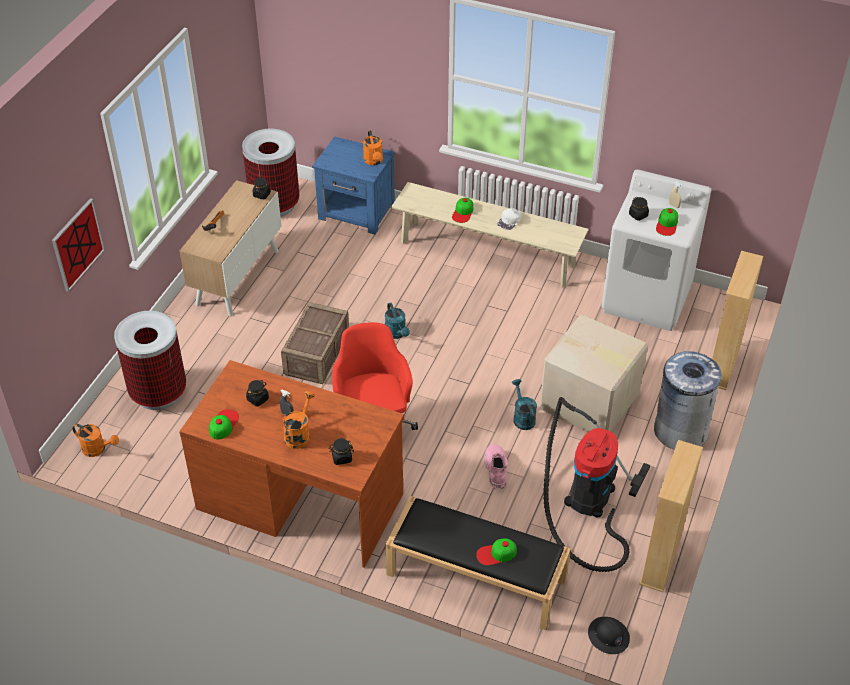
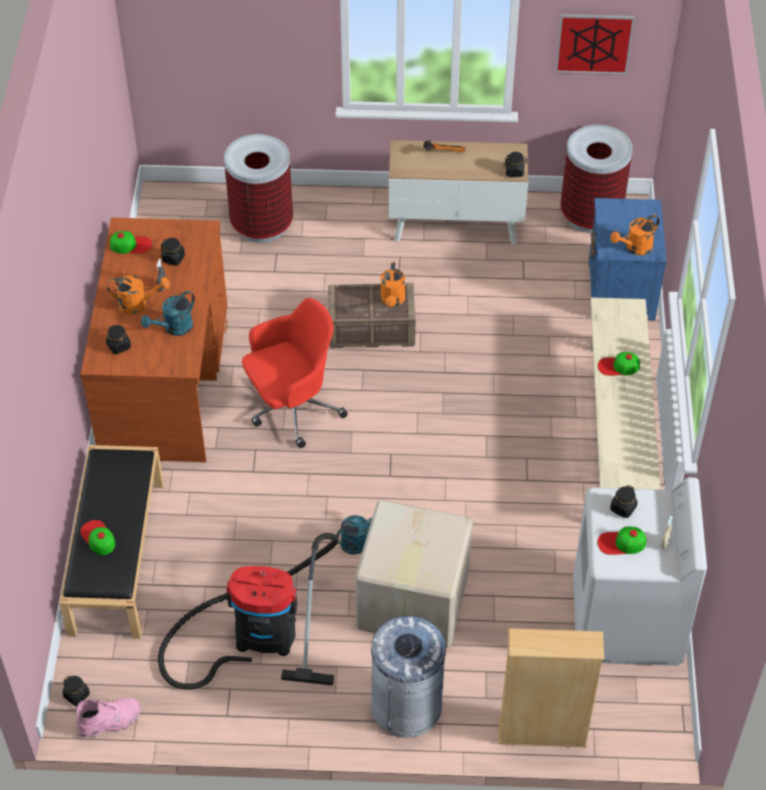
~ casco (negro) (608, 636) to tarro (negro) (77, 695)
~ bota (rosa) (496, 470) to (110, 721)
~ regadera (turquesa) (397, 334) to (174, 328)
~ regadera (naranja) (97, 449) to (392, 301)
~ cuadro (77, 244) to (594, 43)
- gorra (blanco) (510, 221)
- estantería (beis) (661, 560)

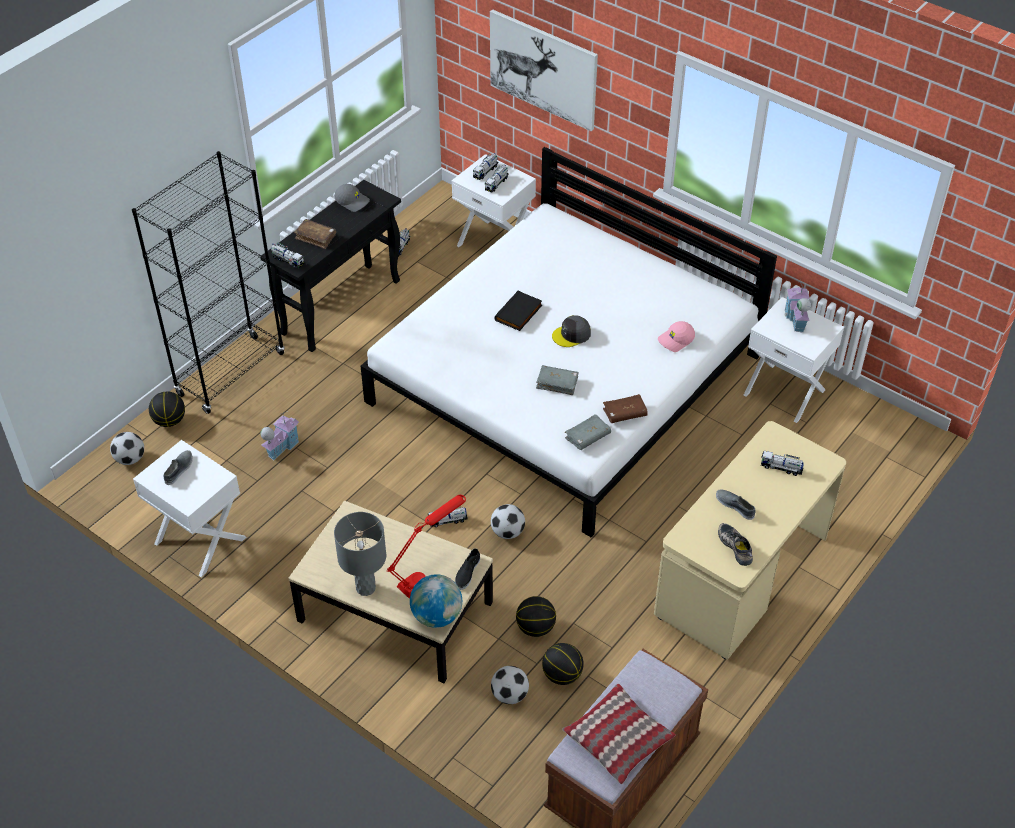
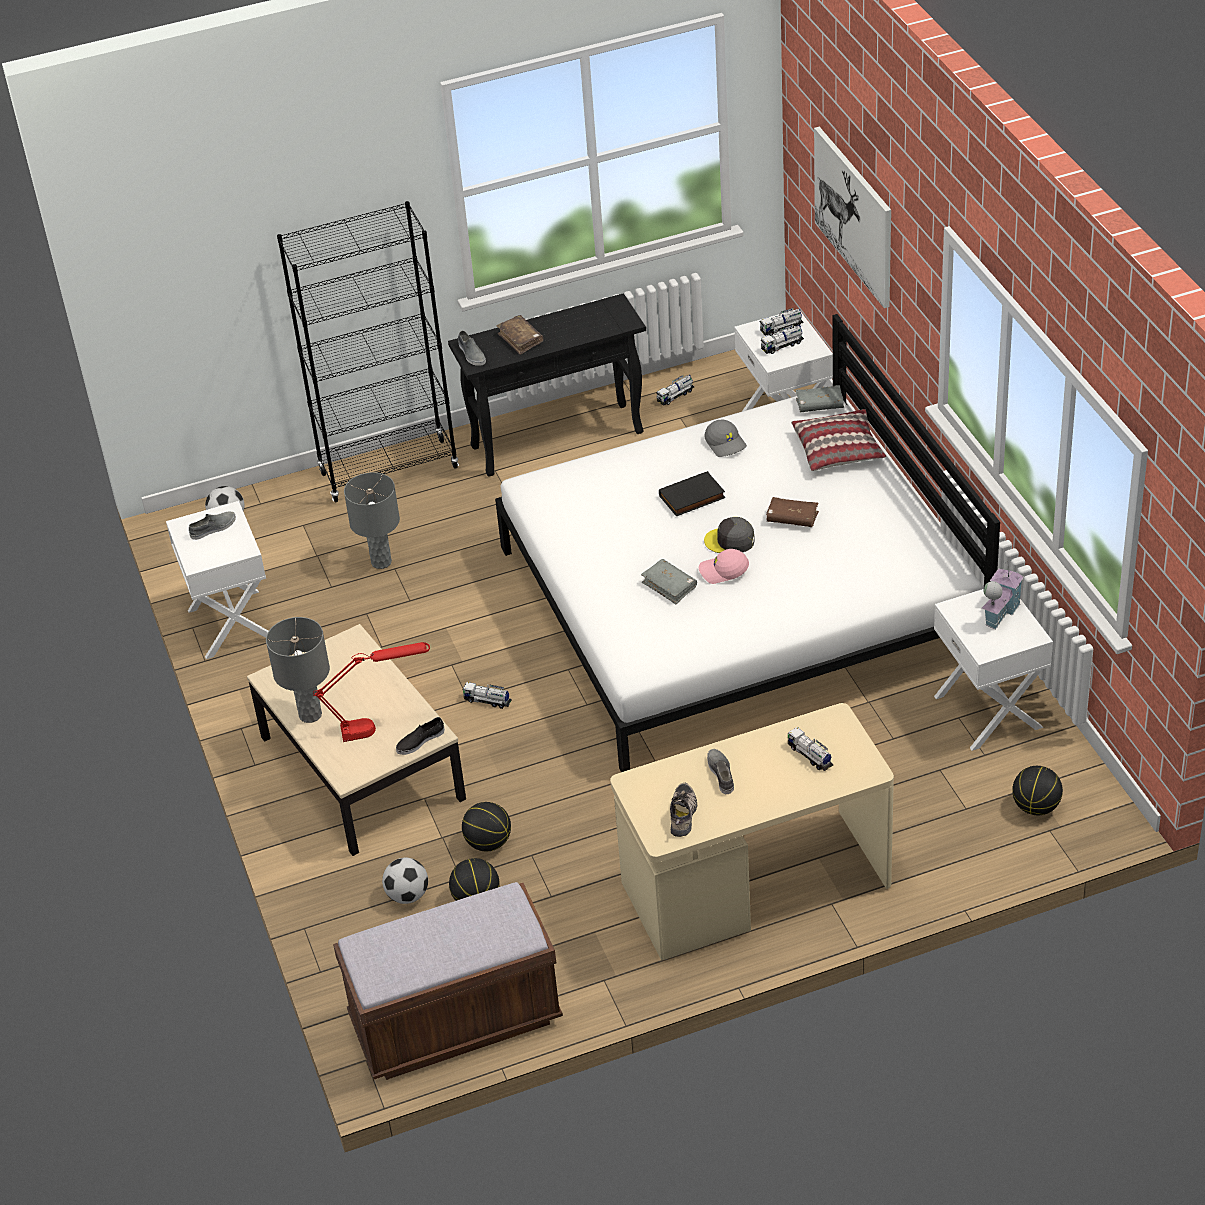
~ casita (281, 447) to lámpara de mesa (gris) (381, 562)
~ camión de juguete (287, 260) to zapato (gris) (471, 354)
~ gorra (rosa) (676, 340) to (723, 571)
~ gorra (gris) (352, 201) to (726, 443)
~ libro (marrón) (625, 413) to (792, 518)
~ cojín (618, 739) to (838, 449)
~ libro (gris) (587, 437) to (819, 405)
~ balón de baloncesto (169, 421) to (1035, 807)
- globo terráqueo (437, 616)
- balón de fútbol (507, 532)

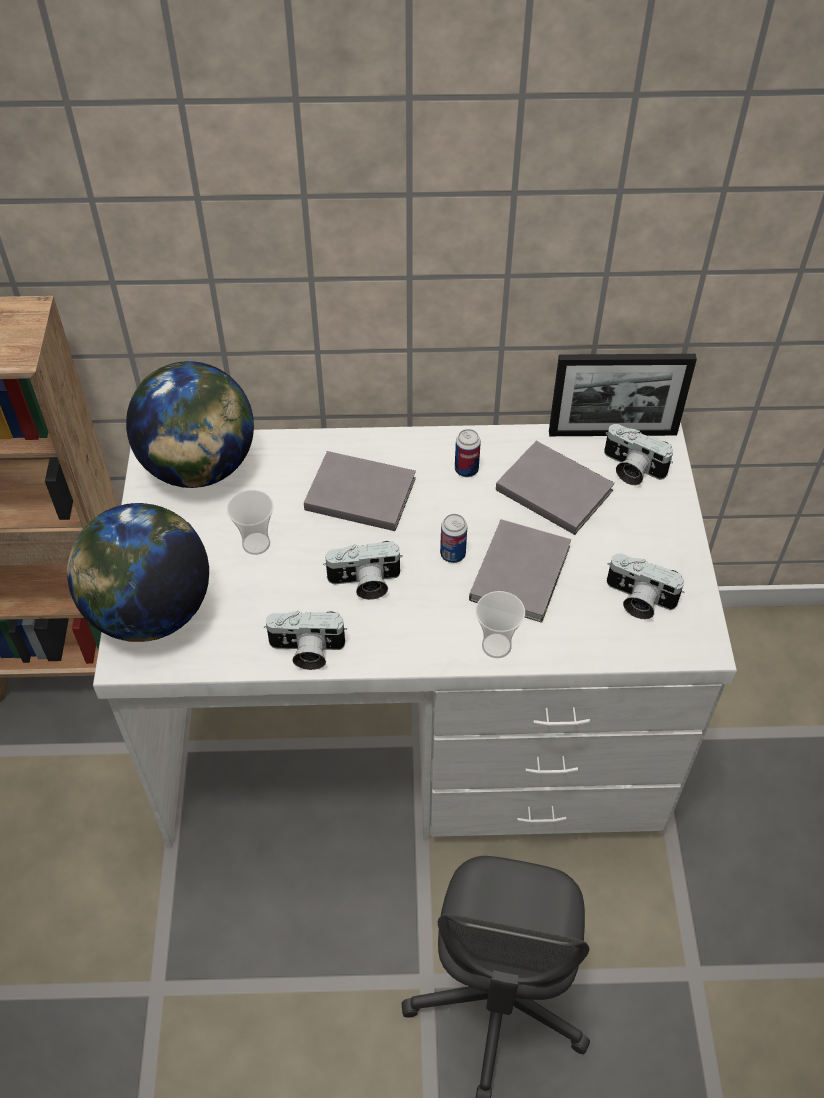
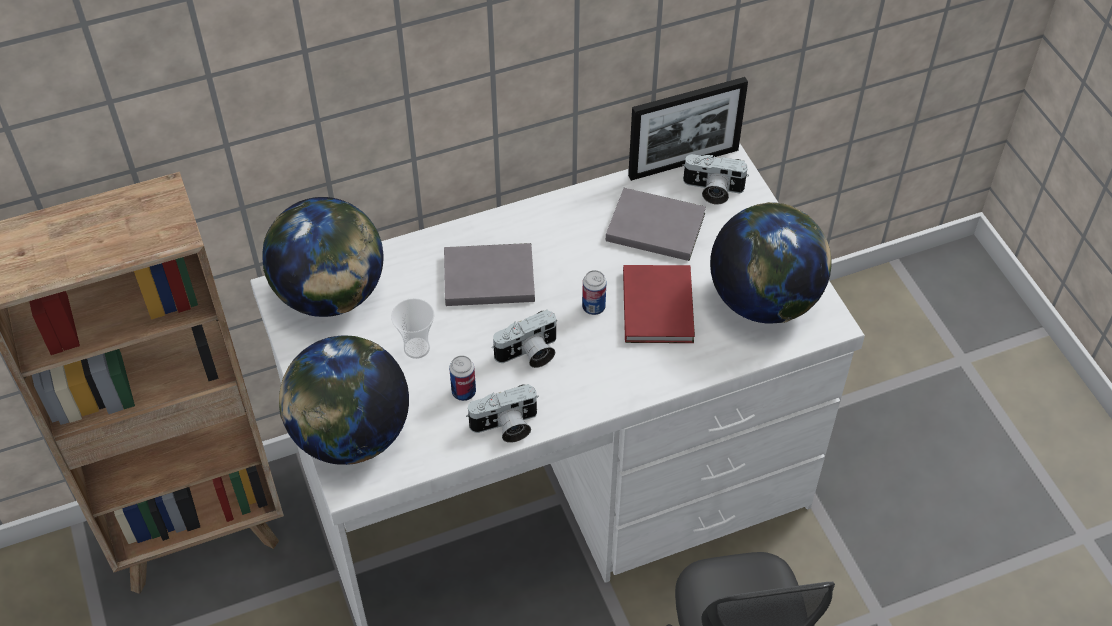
~ lata (466, 469) to (463, 392)
~ libro (gris) (522, 571) to libro (rojo) (659, 305)
~ cámara (638, 600) to globo terráqueo (764, 301)
- taza (496, 646)

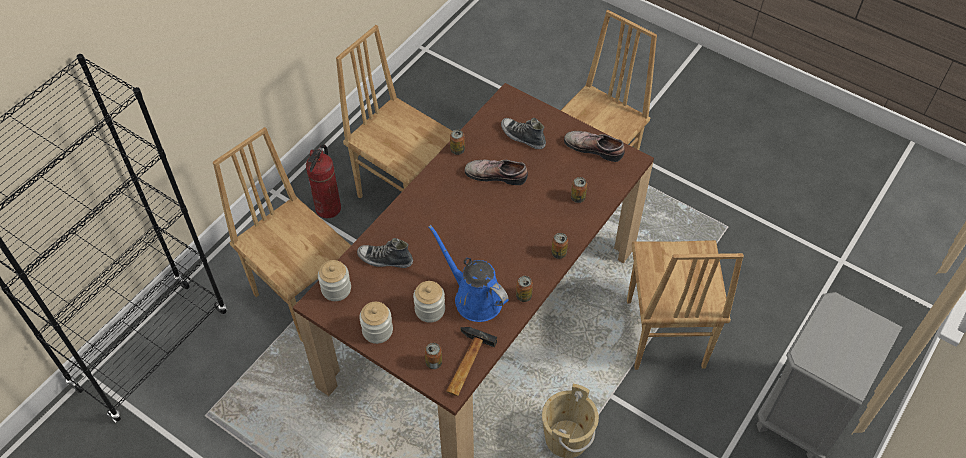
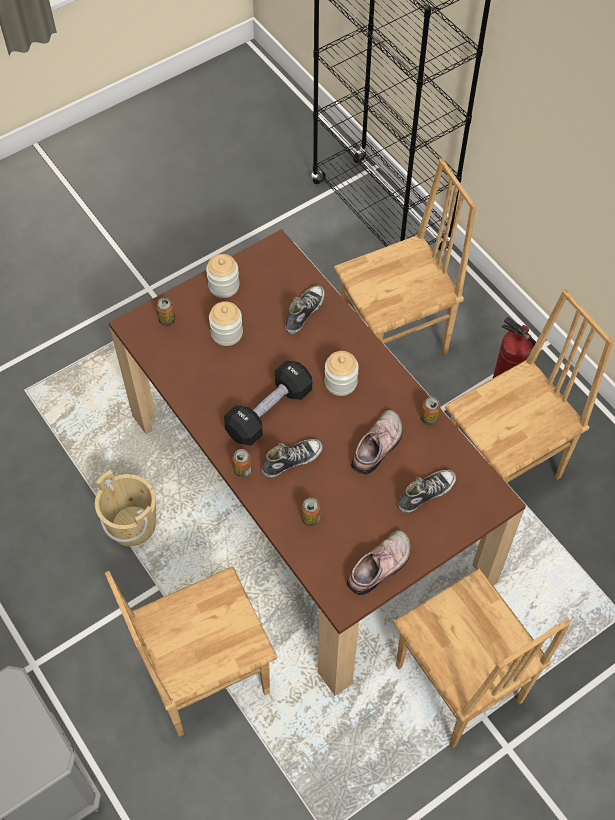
~ silla (marrón) (663, 334) = (205, 675) 45 degrees counterclockwise
+ mancuerna (negro) (269, 411)
+ zapato (292, 460)
~ tarro (336, 289) to (340, 382)
- regadera (azul) (474, 297)
- martillo (465, 364)
- lata (523, 296)

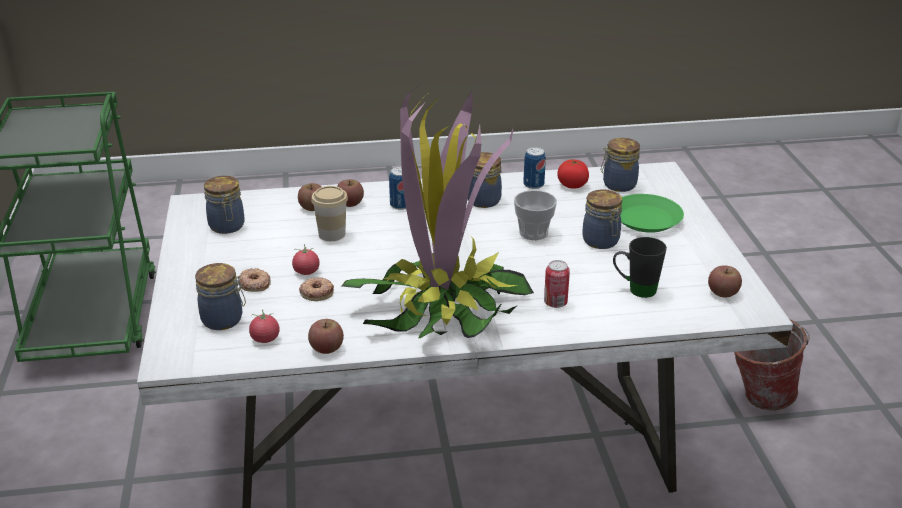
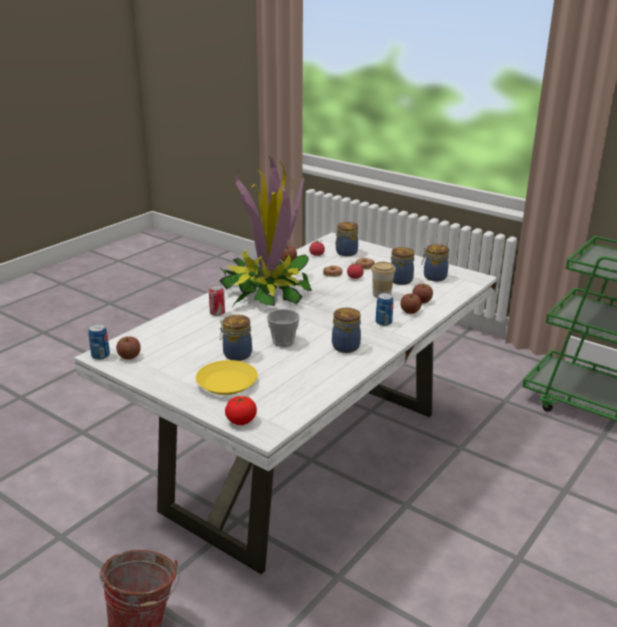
~ lata (533, 185) to (100, 356)
~ plato (verde) (647, 219) to plato (amarillo) (226, 383)
~ tomate (572, 185) to (241, 421)
~ tarro (618, 185) to (401, 280)
- taza grande (negro) (635, 289)

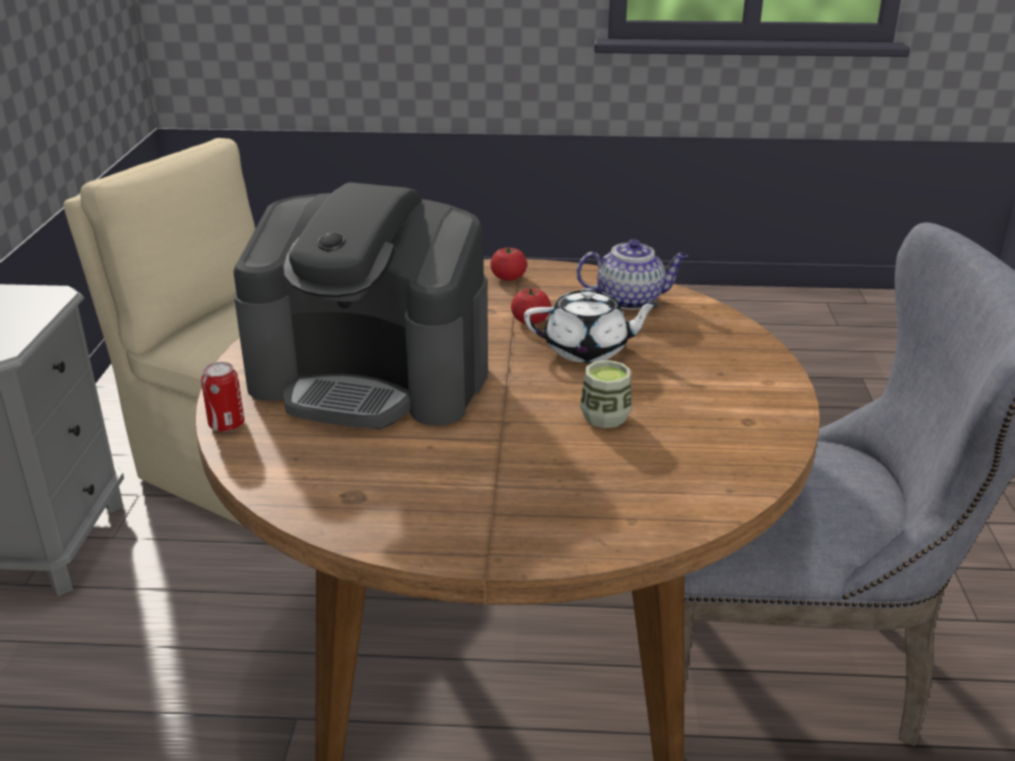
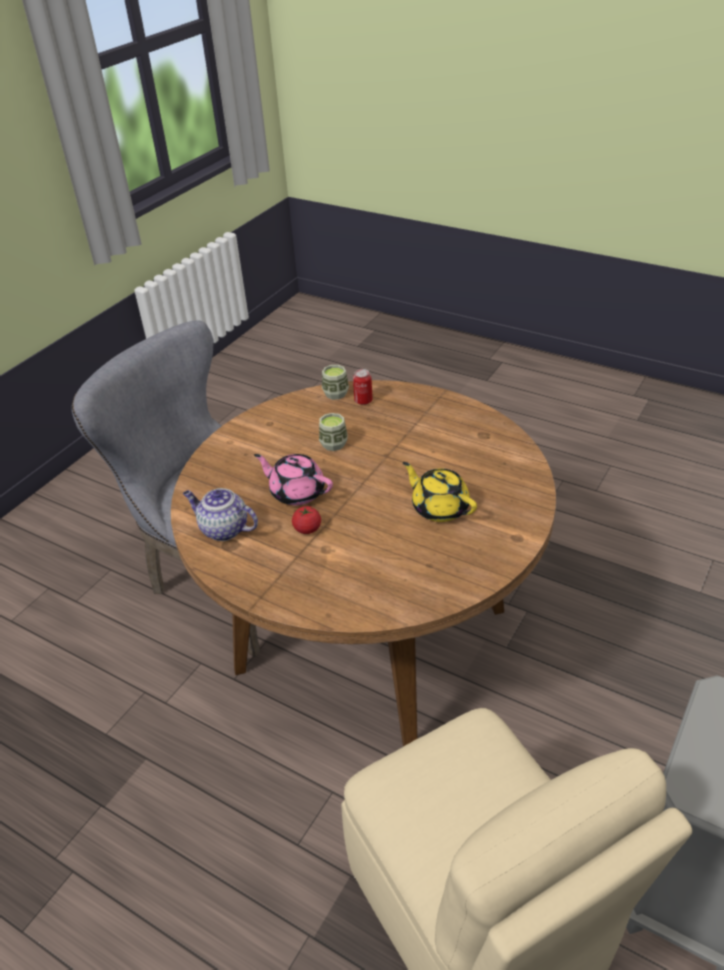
~ tetera (blanco) (588, 349) to tetera (rosa) (296, 492)
+ taza (335, 394)
~ lata (226, 425) to (363, 401)
~ cafetera (372, 377) to tetera (amarillo) (439, 507)
- tomate (508, 278)

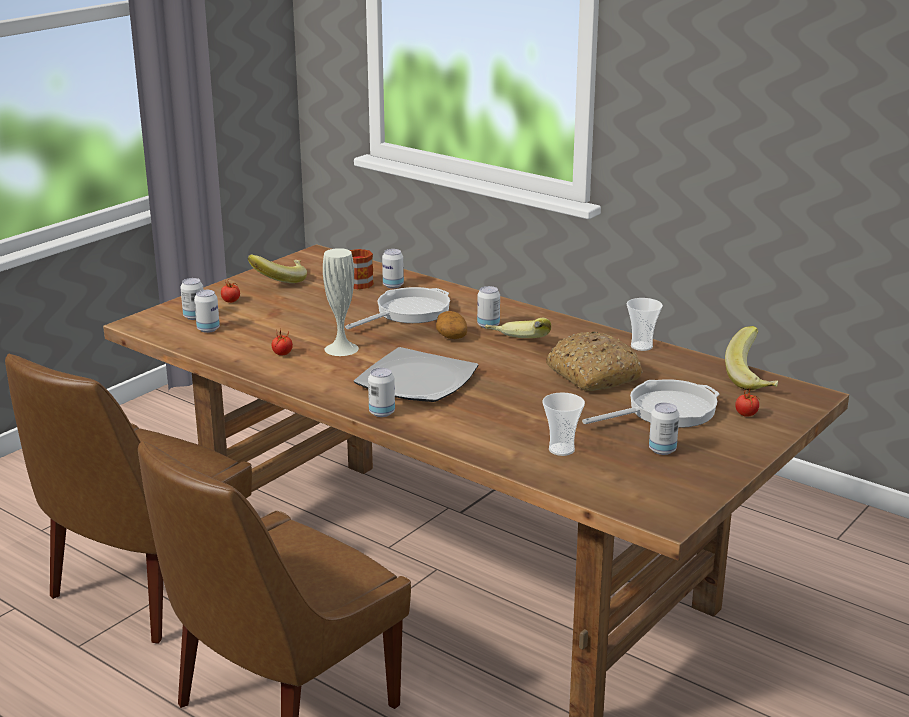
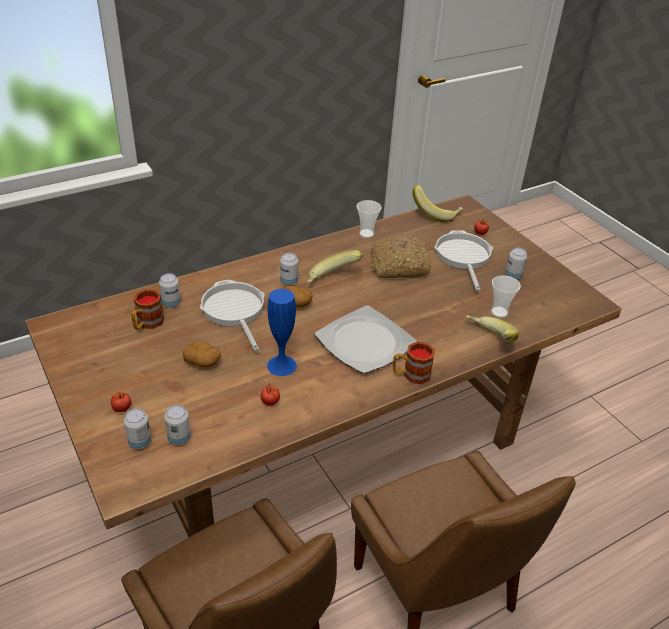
+ patata (203, 362)
~ florero (blanco) (341, 349) to florero (azul) (281, 365)
~ lata (382, 413) to taza grande (411, 374)
~ plátano (279, 281) to (487, 339)

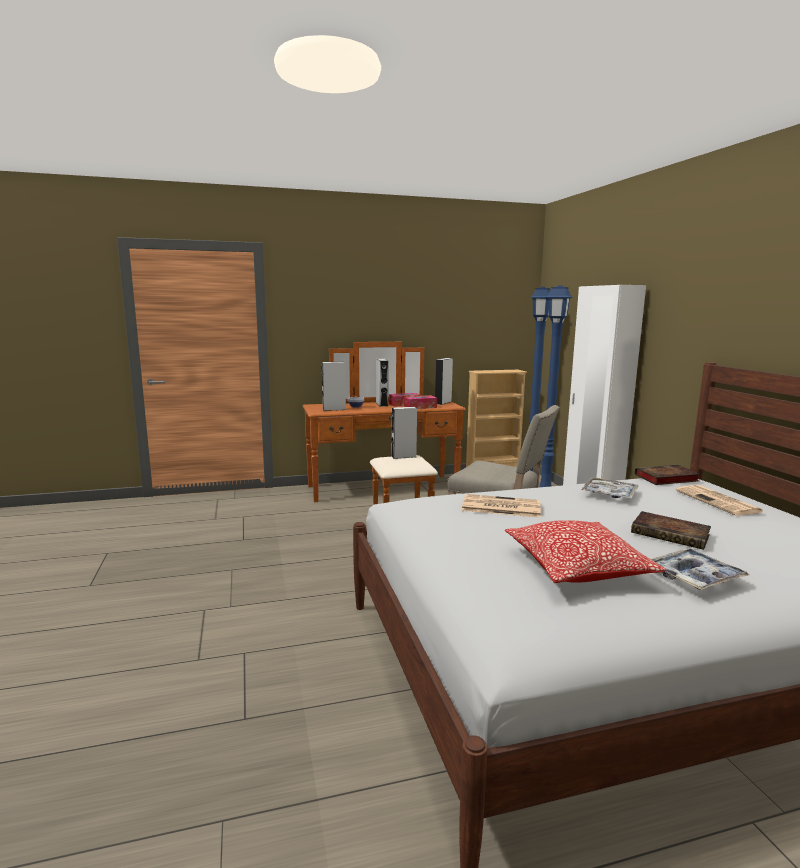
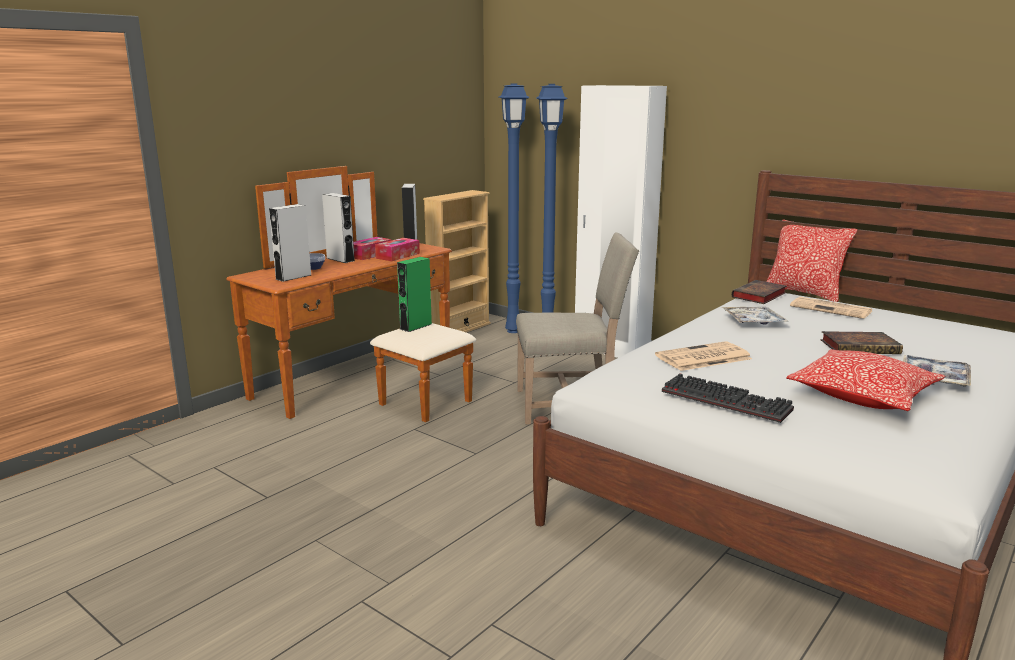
~ altavoz (gris) (403, 456) to altavoz (verde) (416, 326)
+ teclado (728, 400)
+ cojín (804, 293)

